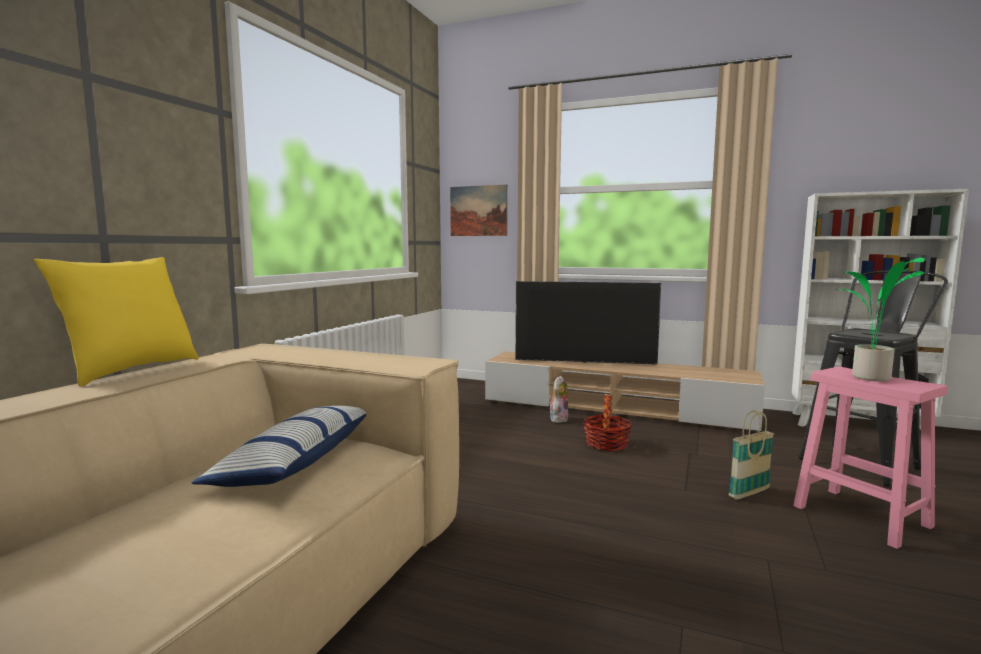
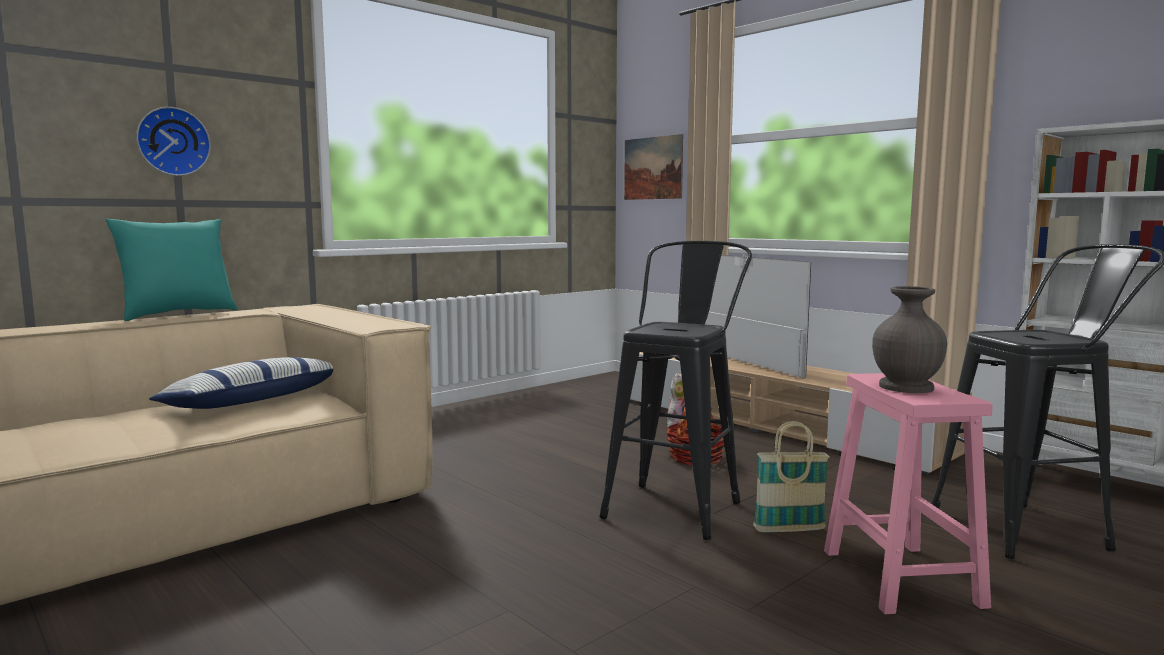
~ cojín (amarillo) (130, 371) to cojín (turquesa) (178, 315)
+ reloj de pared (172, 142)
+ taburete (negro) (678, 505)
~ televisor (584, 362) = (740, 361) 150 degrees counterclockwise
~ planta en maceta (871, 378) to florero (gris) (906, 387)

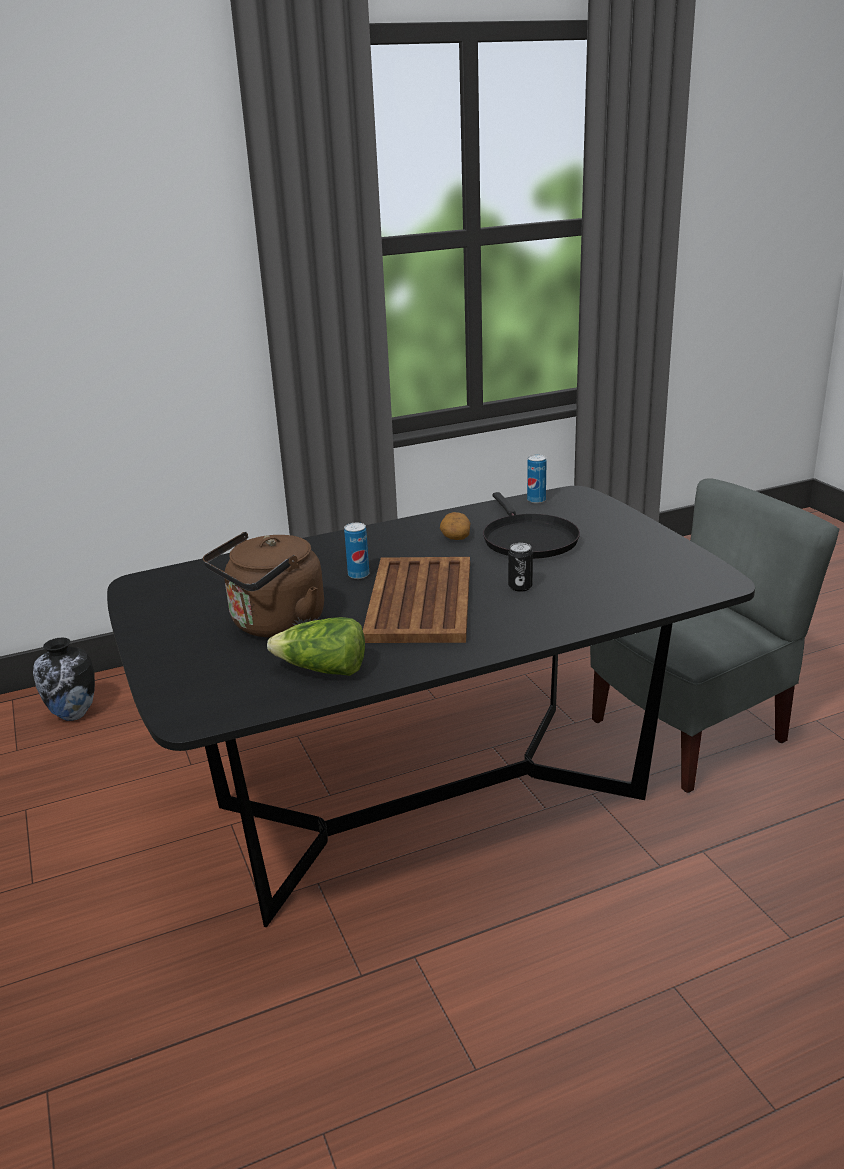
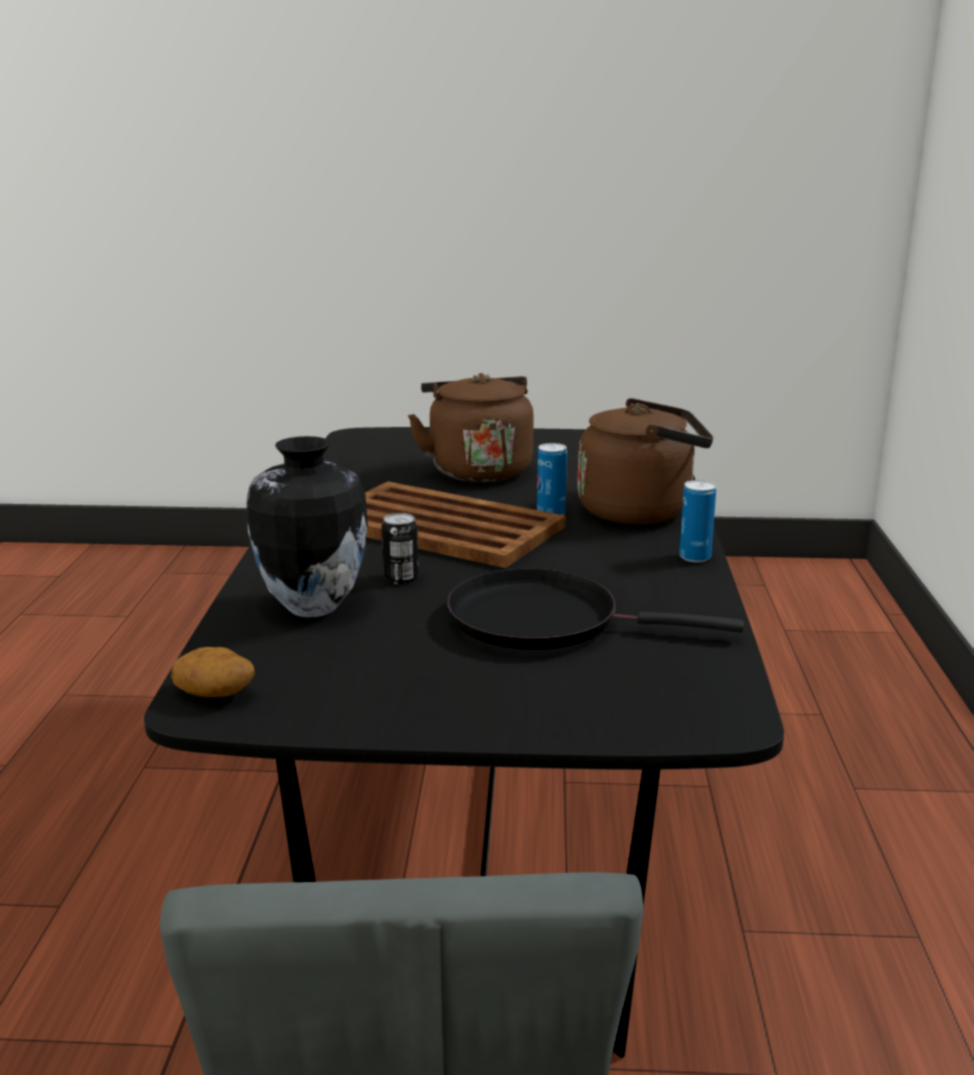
~ patata (455, 536) to (216, 693)
~ florero (74, 715) to (311, 607)
+ hervidor (marrón) (641, 511)
~ lata (536, 500) to (695, 557)
- lechuga (323, 670)

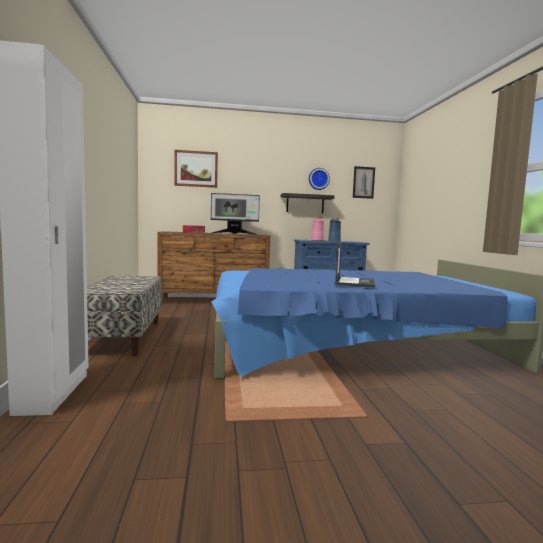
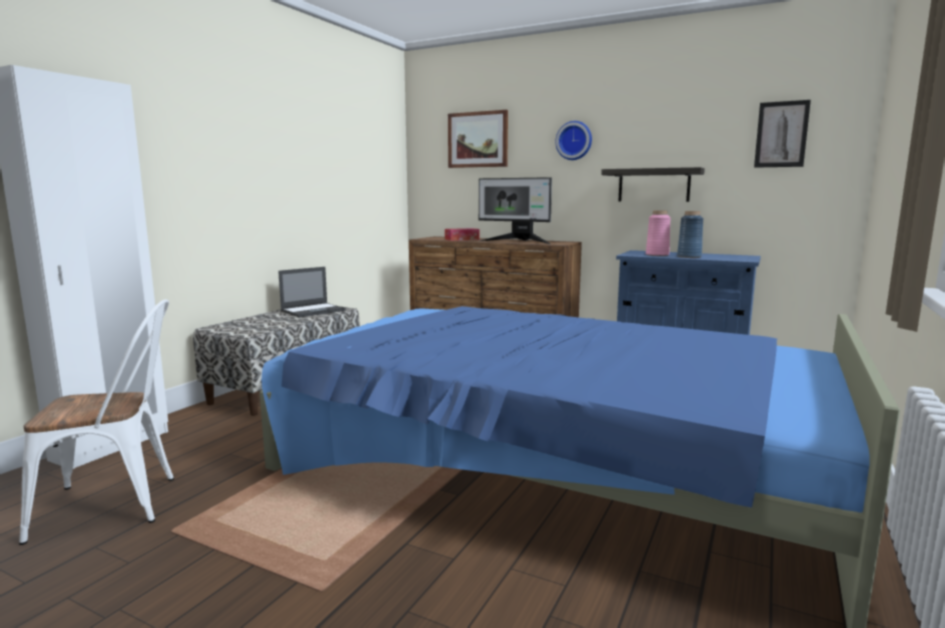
+ silla (blanco) (119, 504)
~ portátil (354, 282) to (313, 310)
~ reloj de pared (318, 179) to (574, 140)

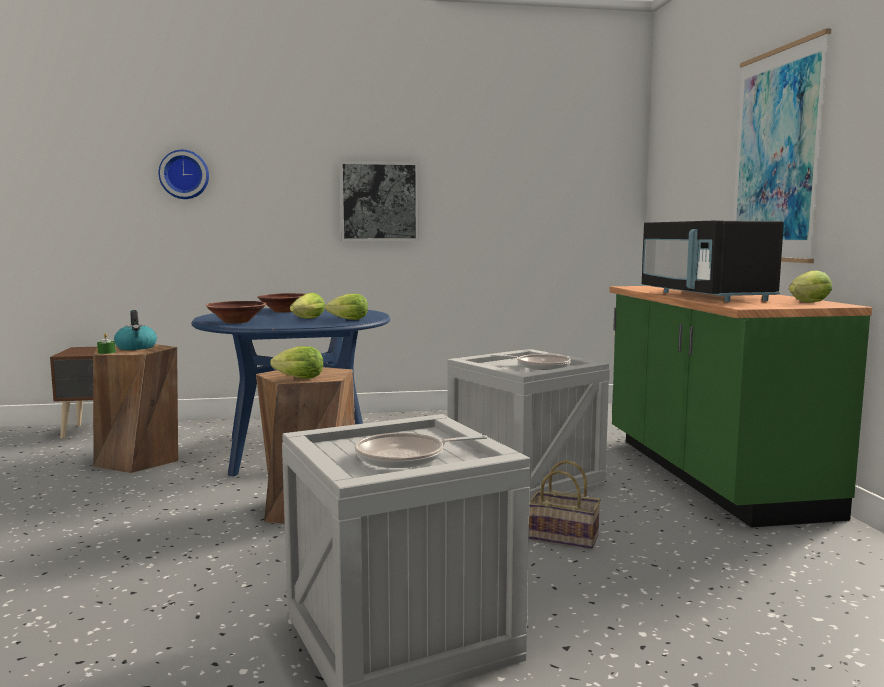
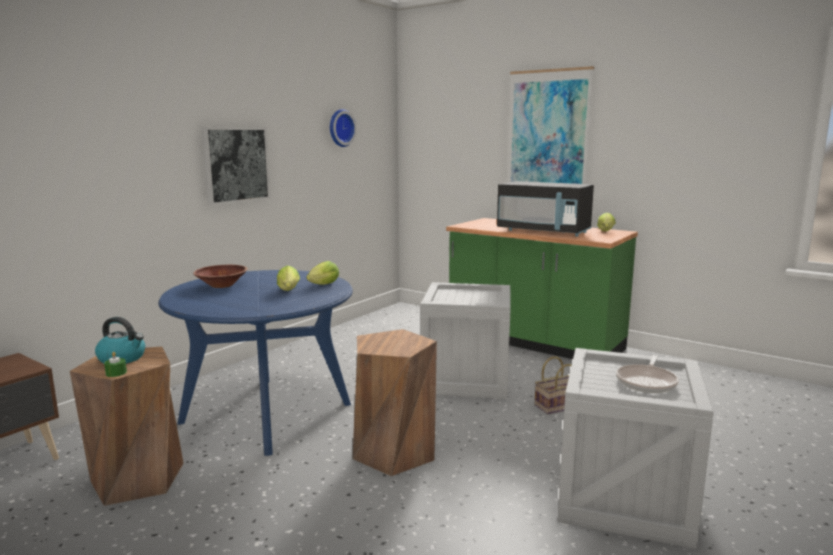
~ reloj de pared (184, 174) to (340, 128)
- cuenco (marrón) (236, 322)
- lechuga (296, 378)
- sartén (539, 366)

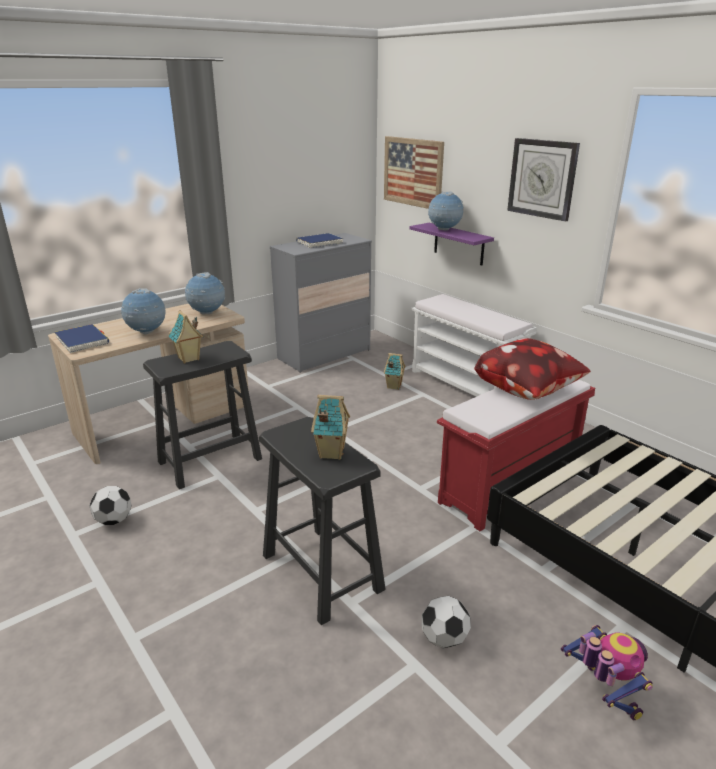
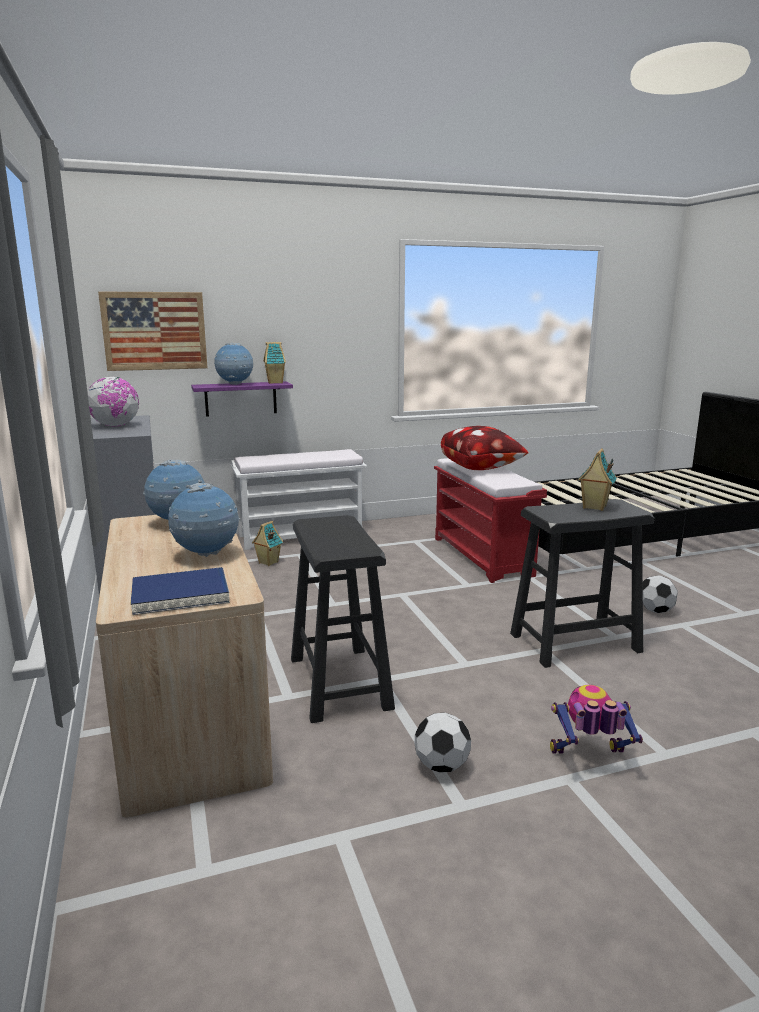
~ libro (azul) (319, 243) to globo terráqueo (115, 426)
~ casita (188, 359) to (276, 382)
~ robot de juguete (602, 693) to (589, 757)
- reloj de pared (542, 178)

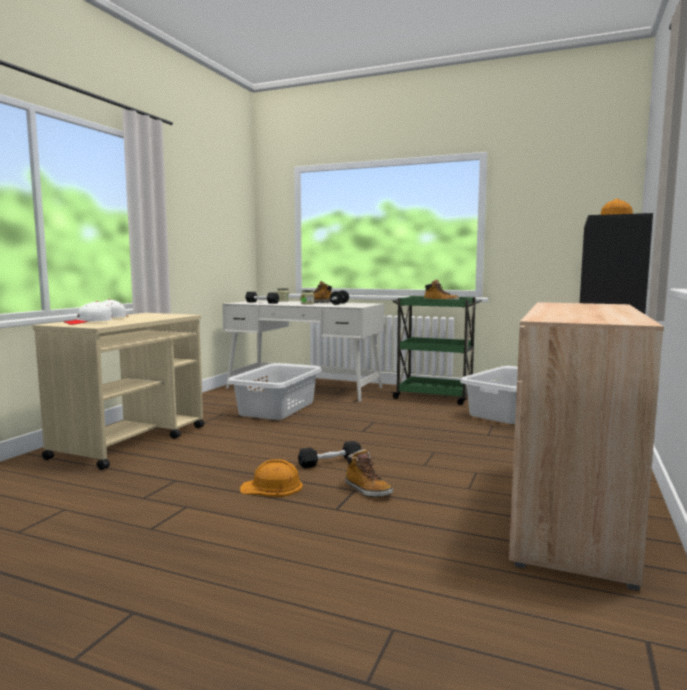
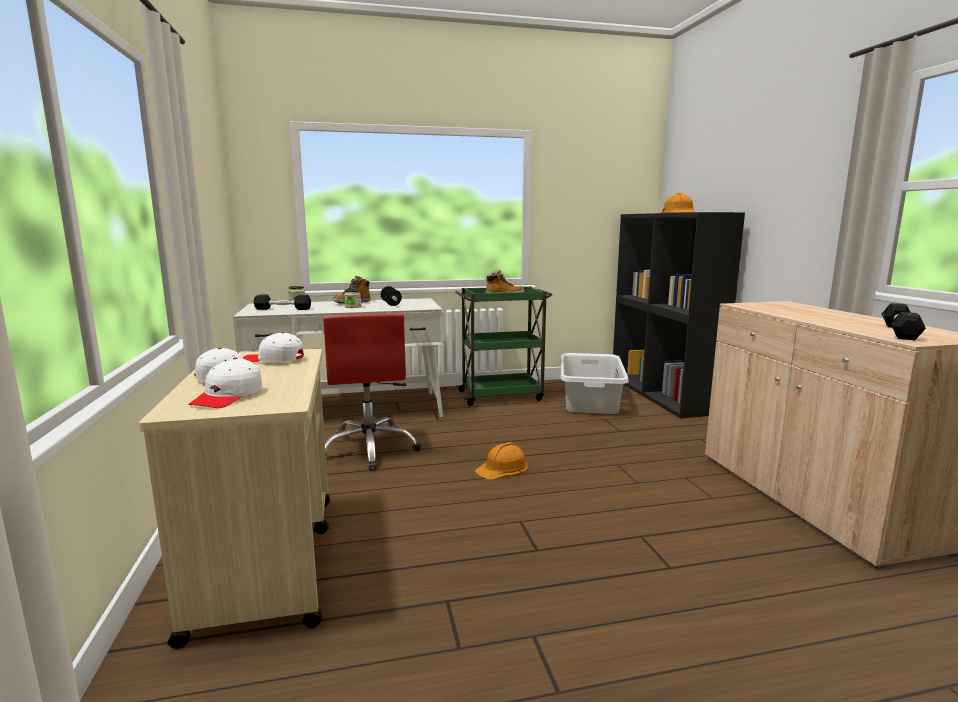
+ gorra (blanco) (274, 360)
~ cesto de la ropa (gris) (276, 408) to silla de oficina (rojo) (370, 449)
~ casco (naranja) (272, 487) to (502, 468)
~ mancuerna (negro) (330, 462) to (899, 332)
- bota (367, 490)

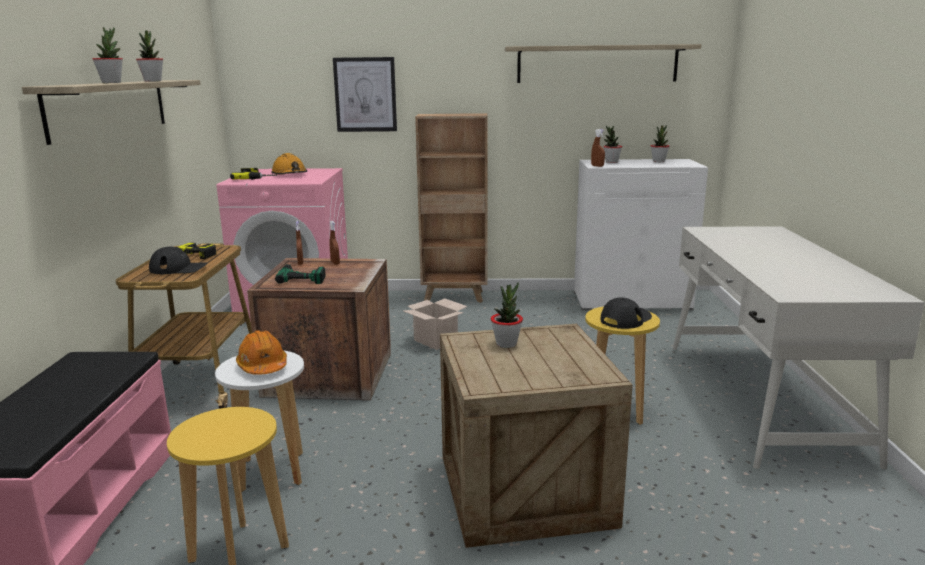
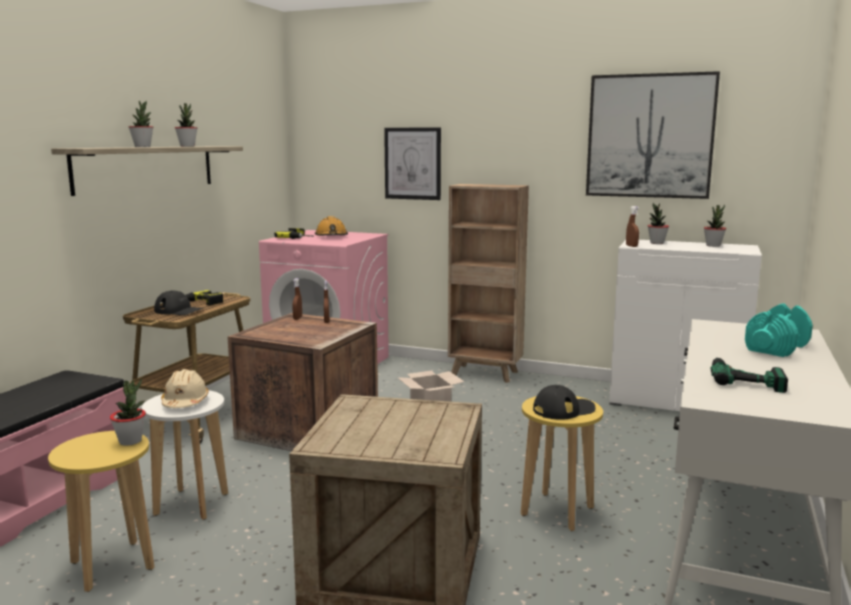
~ planta en maceta (506, 344) to (130, 441)
~ casco (naranja) (262, 366) to casco (beis) (185, 402)
~ estante (597, 64) to cuadro (650, 136)
~ taladro (303, 276) to (744, 377)
+ mancuerna (turquesa) (777, 348)

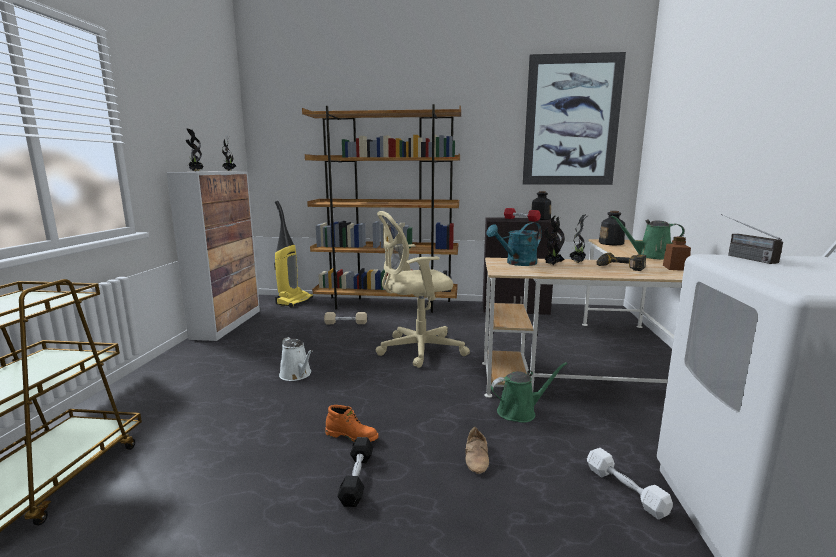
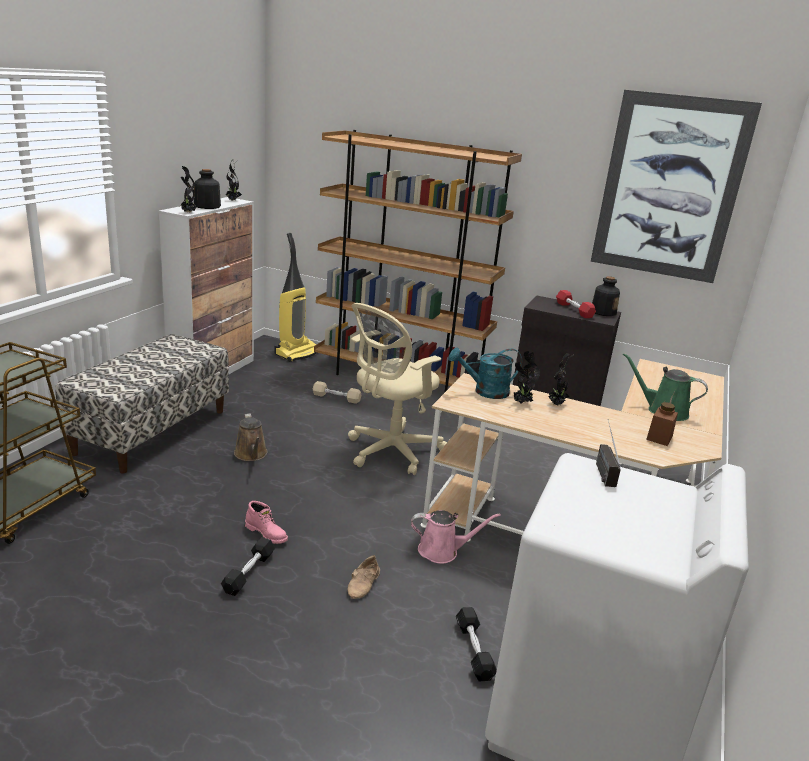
+ banco (152, 431)
~ botella (611, 243) to (207, 206)
~ regadera (blanco) (297, 375) to regadera (marrón) (251, 454)
~ bota (naranja) (352, 436) to bota (rosa) (267, 533)
~ silla de oficina (beis) (416, 350) = (390, 452) 45 degrees counterclockwise
~ regadera (verde) (520, 412) to regadera (rosa) (442, 551)
~ mancuerna (blanco) (625, 490) to mancuerna (negro) (474, 650)
- taladro (618, 268)

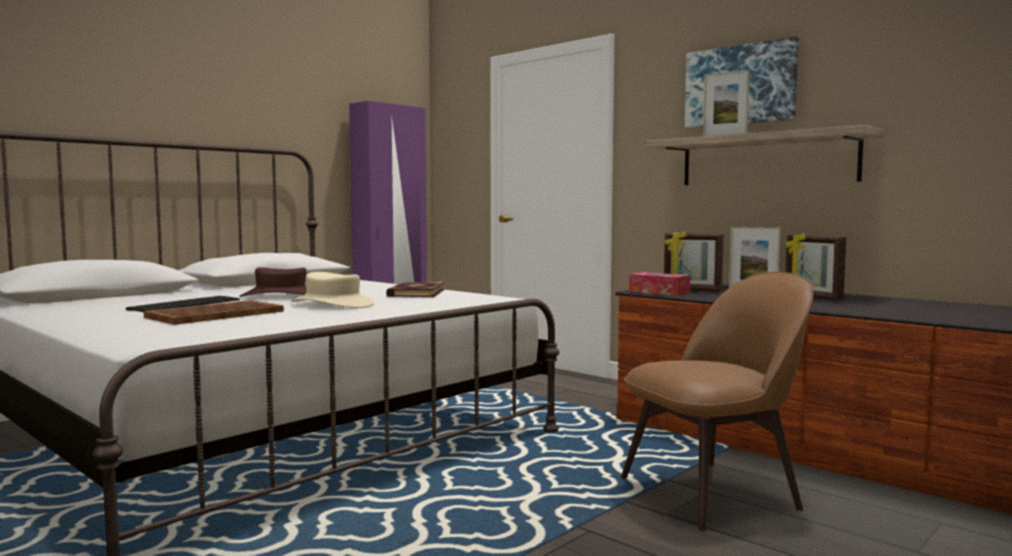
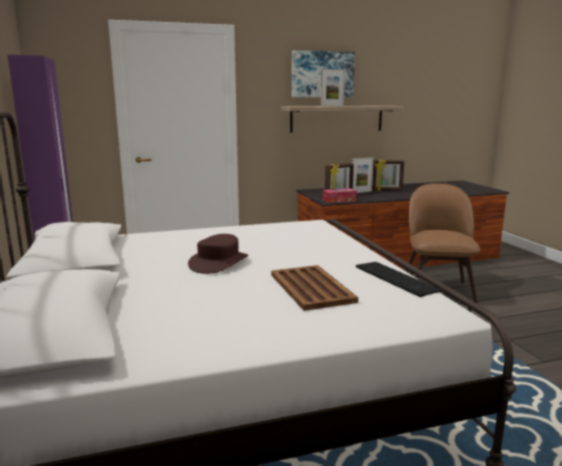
~ teclado (185, 304) to (393, 278)
- sombrero (beis) (333, 304)
- libro (415, 293)

